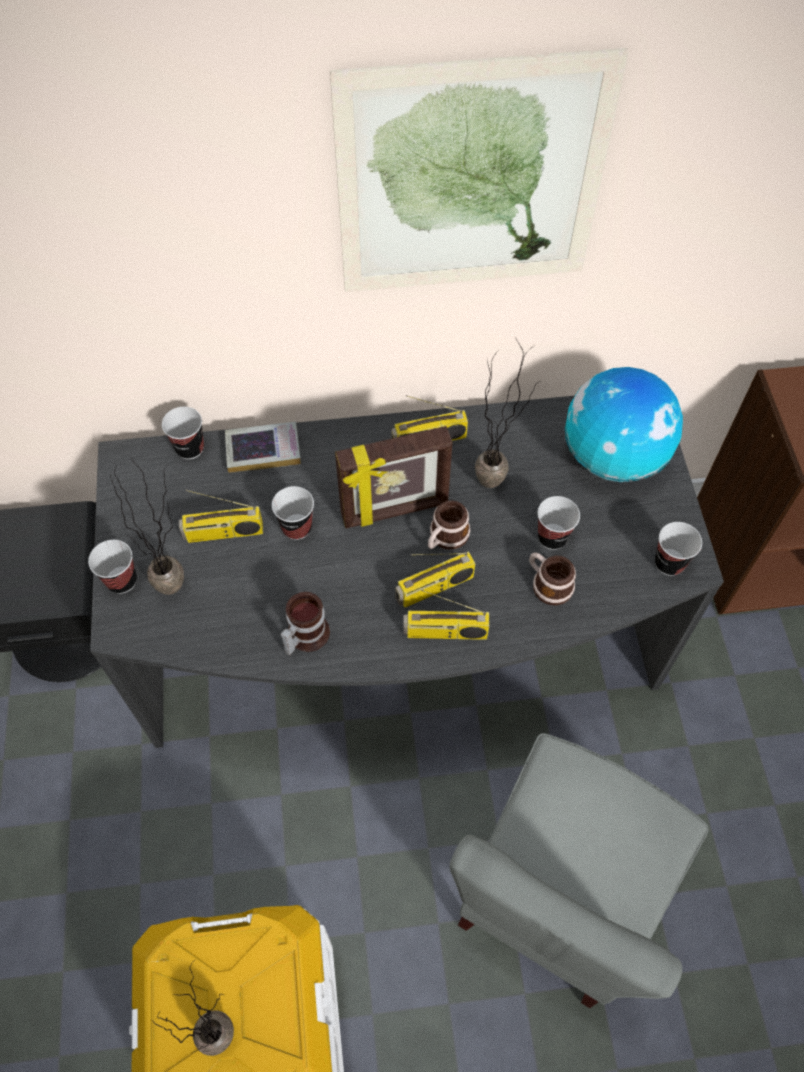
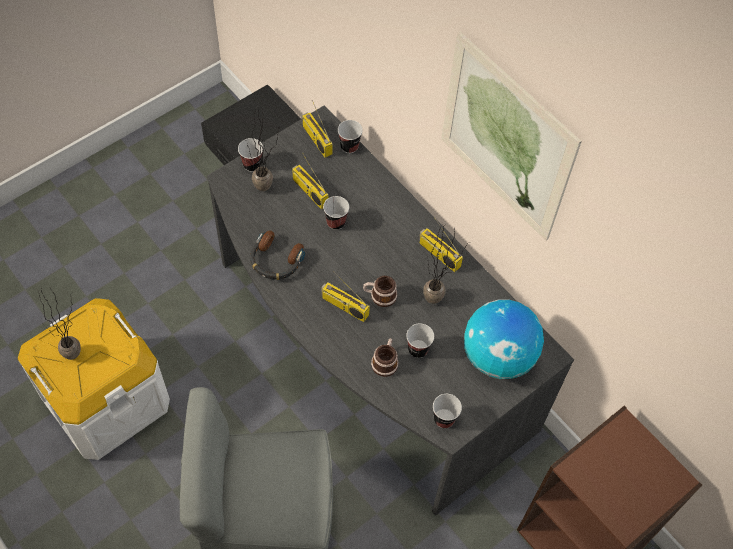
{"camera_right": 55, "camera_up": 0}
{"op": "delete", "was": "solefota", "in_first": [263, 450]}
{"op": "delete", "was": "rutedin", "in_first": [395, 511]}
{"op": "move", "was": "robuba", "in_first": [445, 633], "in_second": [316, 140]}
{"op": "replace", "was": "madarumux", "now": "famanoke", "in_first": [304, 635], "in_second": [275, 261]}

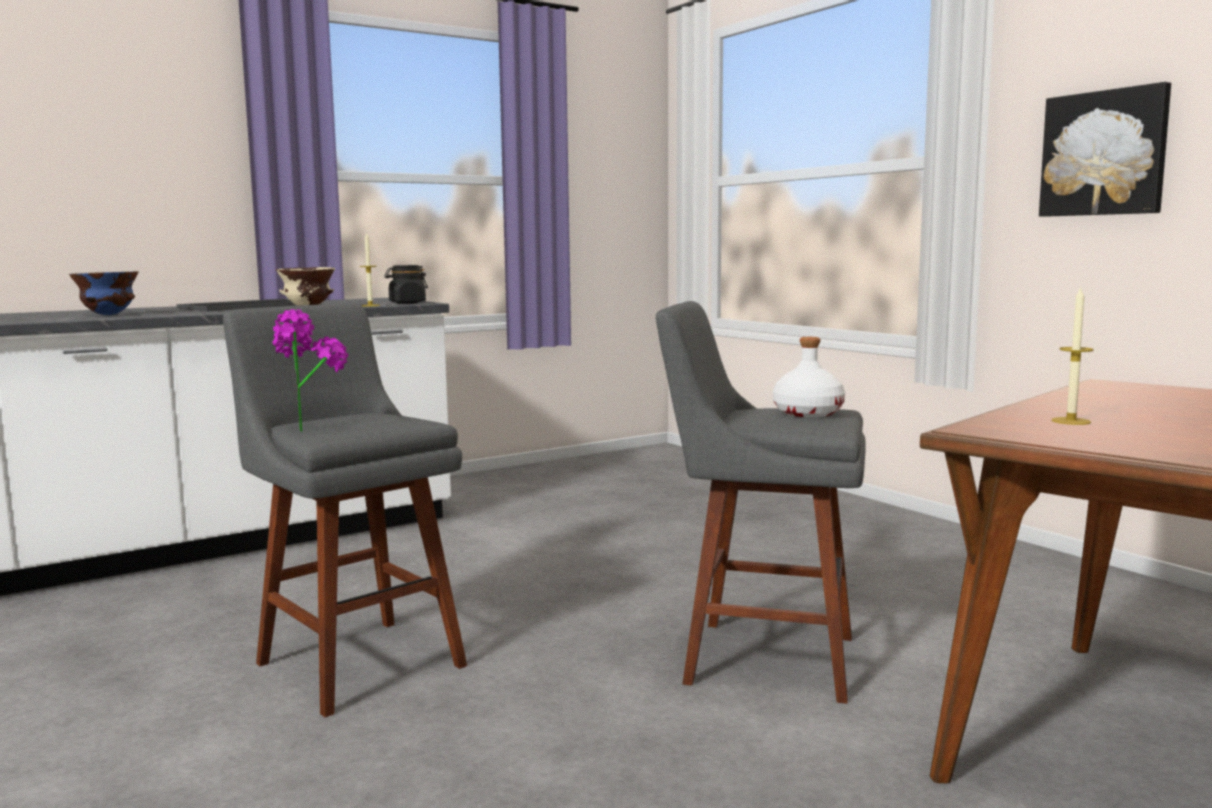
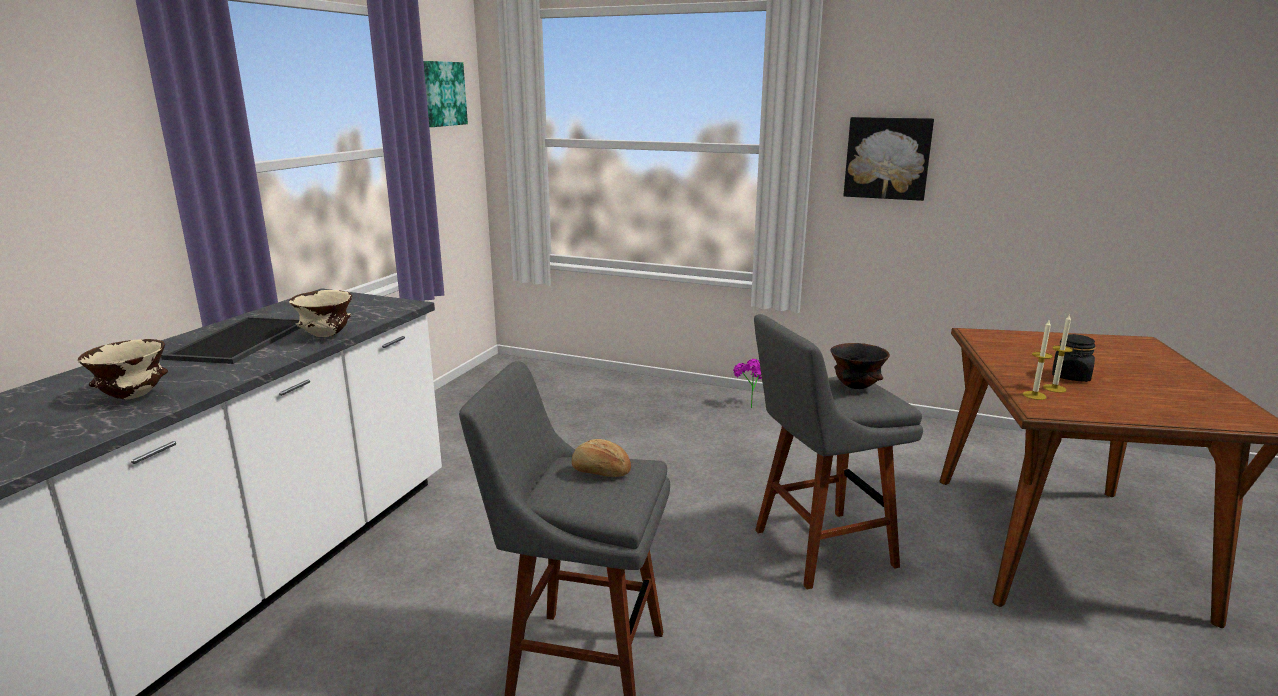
{"camera_right": -35, "camera_up": 10}
{"op": "insert", "now": "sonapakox", "in_second": [442, 94]}
{"op": "insert", "now": "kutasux", "in_second": [600, 472]}
{"op": "move", "was": "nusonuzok", "in_first": [309, 428], "in_second": [748, 405]}
{"op": "move", "was": "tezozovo", "in_first": [370, 305], "in_second": [1034, 395]}
{"op": "move", "was": "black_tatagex", "in_first": [407, 303], "in_second": [1070, 376]}
{"op": "replace", "was": "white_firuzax", "now": "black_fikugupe", "in_first": [807, 413], "in_second": [855, 387]}
{"op": "recolor", "was": "blue_fikugupe", "now": "beige_fikugupe", "in_first": [107, 315], "in_second": [132, 397]}

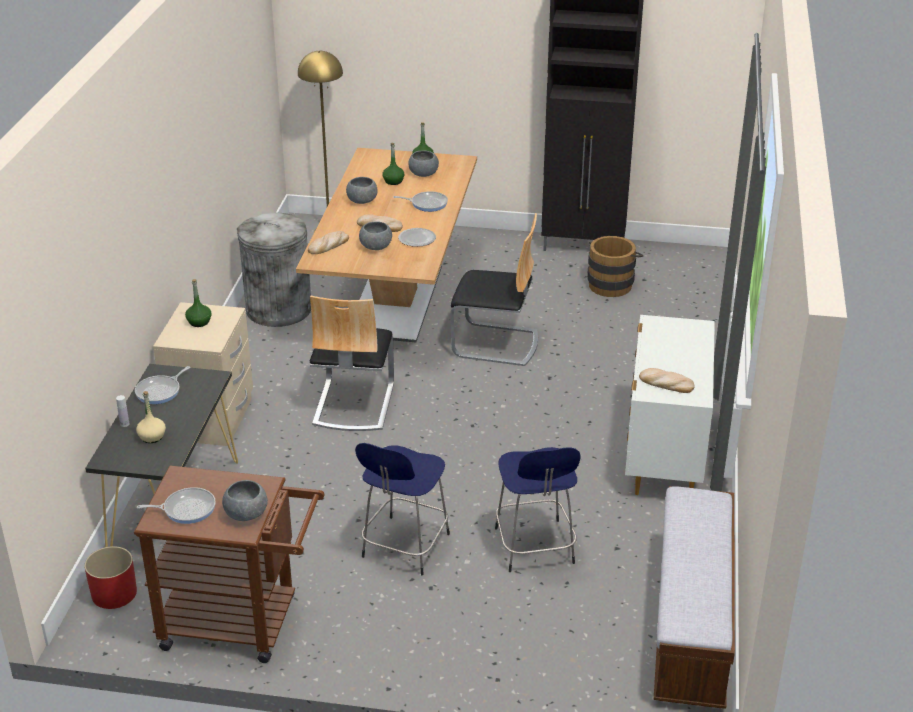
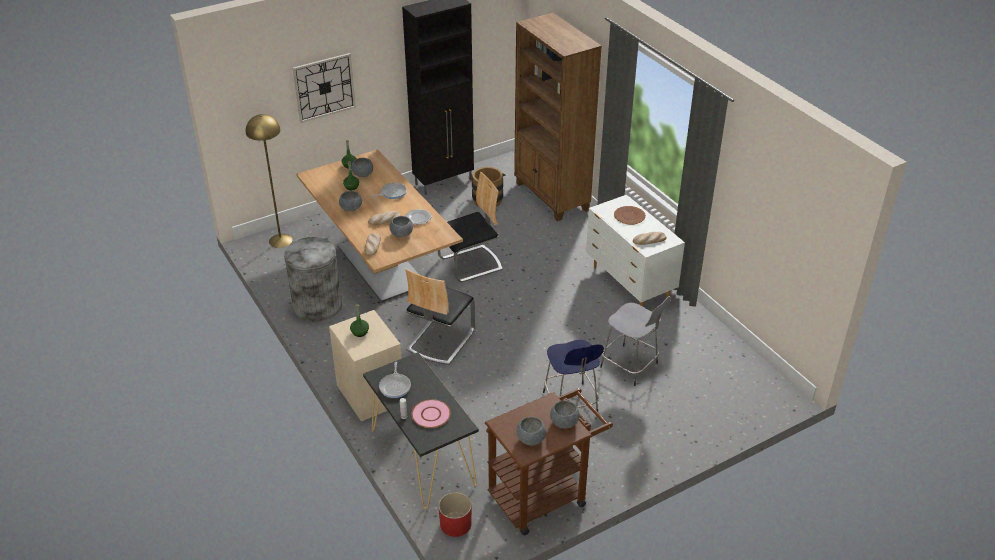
{"camera_right": -40, "camera_up": 5}
{"op": "delete", "was": "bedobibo", "in_first": [691, 625]}
{"op": "insert", "now": "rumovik", "in_second": [324, 87]}
{"op": "insert", "now": "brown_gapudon", "in_second": [551, 197]}
{"op": "insert", "now": "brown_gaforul", "in_second": [629, 216]}
{"op": "replace", "was": "beige_firuzax", "now": "pink_gaforul", "in_first": [152, 437], "in_second": [431, 414]}
{"op": "replace", "was": "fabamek", "now": "grey_fikugupe", "in_first": [186, 509], "in_second": [531, 438]}
{"op": "recolor", "was": "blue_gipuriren", "now": "grey_gipuriren", "in_first": [535, 548], "in_second": [630, 366]}
{"op": "rotate", "was": "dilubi", "in_first": [353, 404], "in_second": [440, 340], "clockwise": 60}

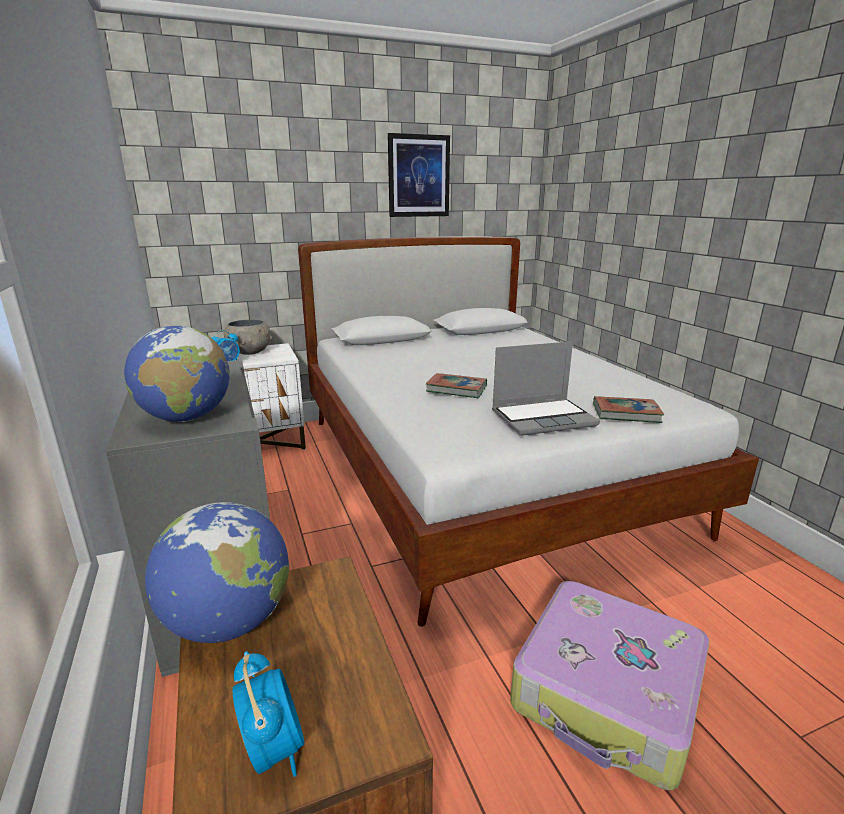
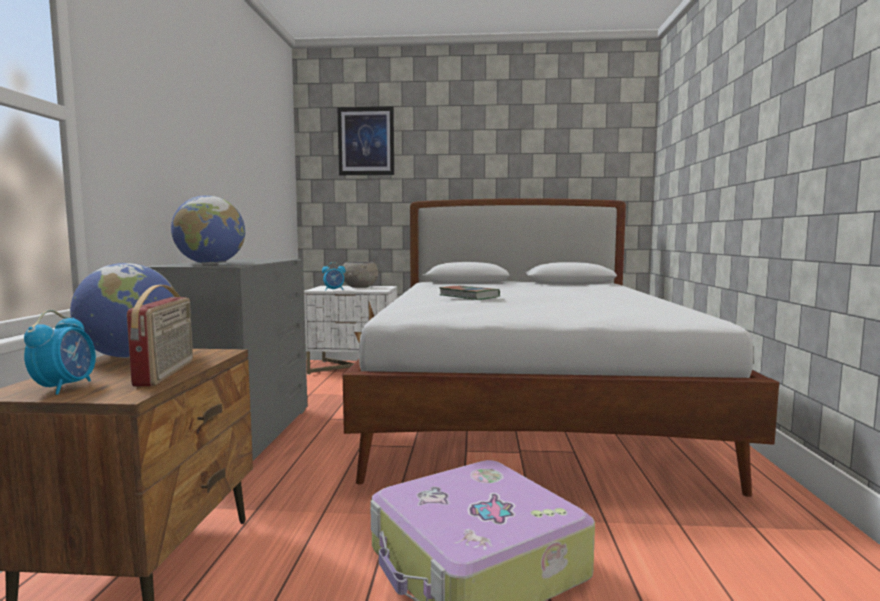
{"camera_right": 25, "camera_up": -15}
{"op": "delete", "was": "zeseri", "in_first": [544, 418]}
{"op": "delete", "was": "solefota", "in_first": [626, 413]}
{"op": "insert", "now": "robuba", "in_second": [166, 373]}
{"op": "move", "was": "sonapakox", "in_first": [418, 176], "in_second": [366, 141]}

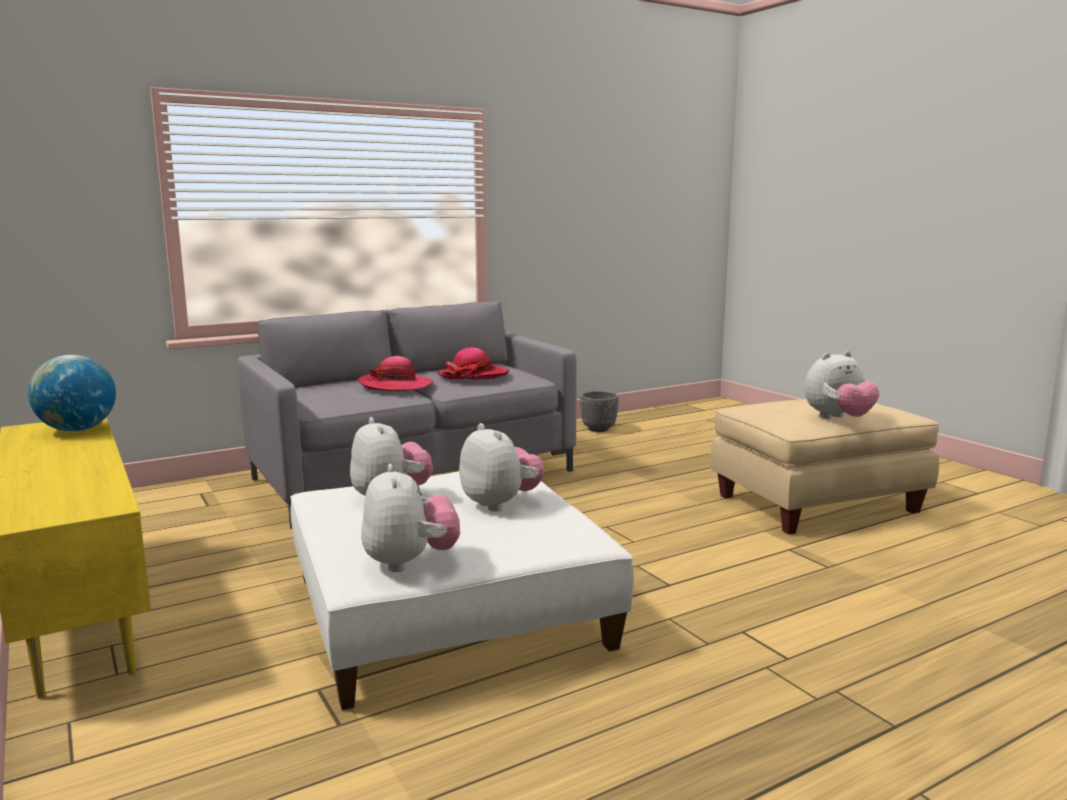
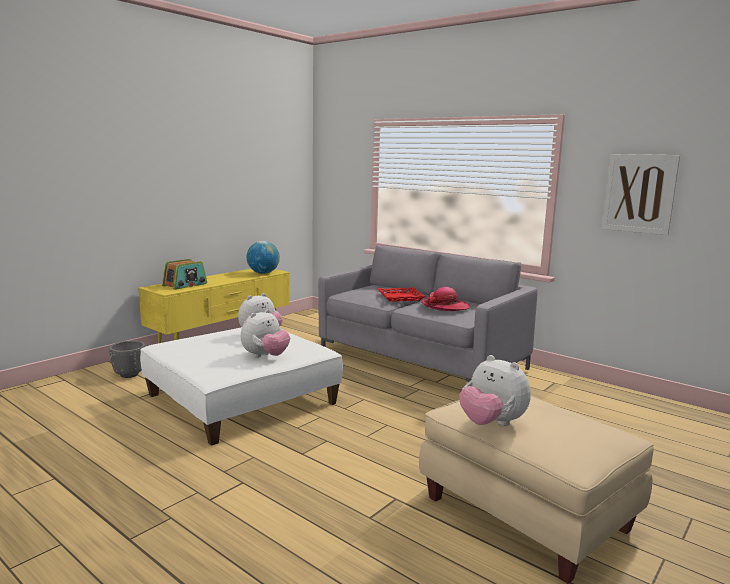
{"camera_right": 70, "camera_up": 0}
{"op": "delete", "was": "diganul", "in_first": [410, 562]}
{"op": "insert", "now": "robuba", "in_second": [185, 285]}
{"op": "insert", "now": "sonapakox", "in_second": [639, 193]}
{"op": "move", "was": "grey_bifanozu", "in_first": [598, 429], "in_second": [129, 374]}
{"op": "replace", "was": "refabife", "now": "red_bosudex", "in_first": [395, 385], "in_second": [400, 297]}

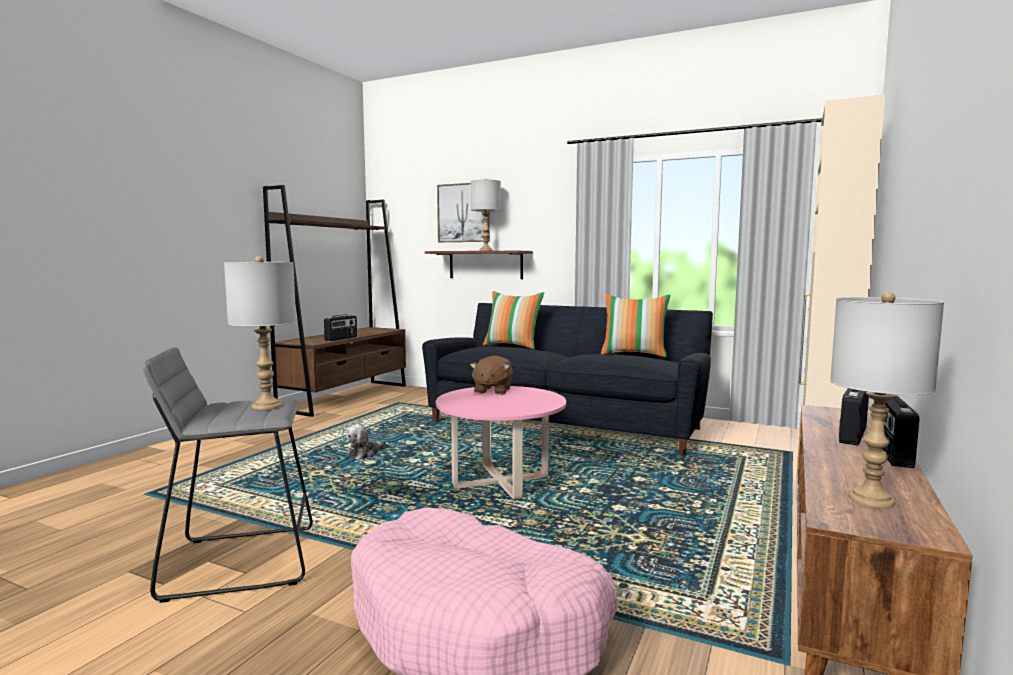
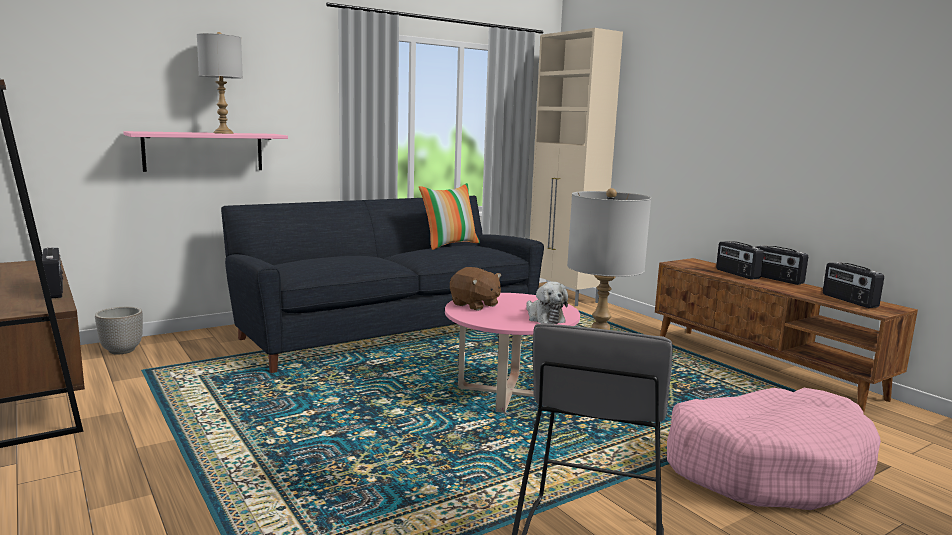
{"camera_right": -60, "camera_up": 5}
{"op": "delete", "was": "sonapakox", "in_first": [464, 213]}
{"op": "delete", "was": "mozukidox", "in_first": [513, 346]}
{"op": "insert", "now": "bifanozu", "in_second": [122, 351]}
{"op": "move", "was": "diganul", "in_first": [365, 454], "in_second": [544, 318]}
{"op": "replace", "was": "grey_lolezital", "now": "robuba", "in_first": [871, 499], "in_second": [849, 301]}
{"op": "recolor", "was": "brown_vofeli", "now": "pink_vofeli", "in_first": [485, 264], "in_second": [204, 151]}

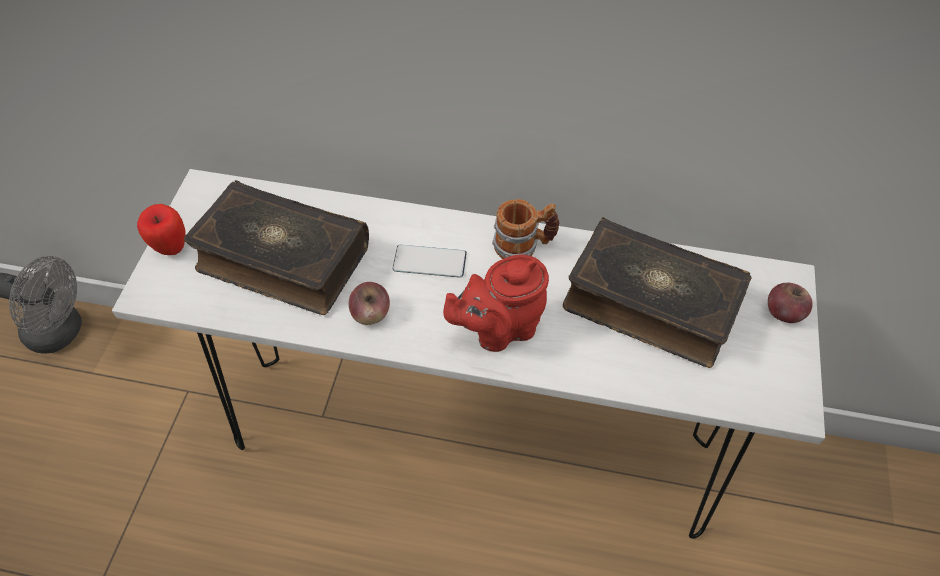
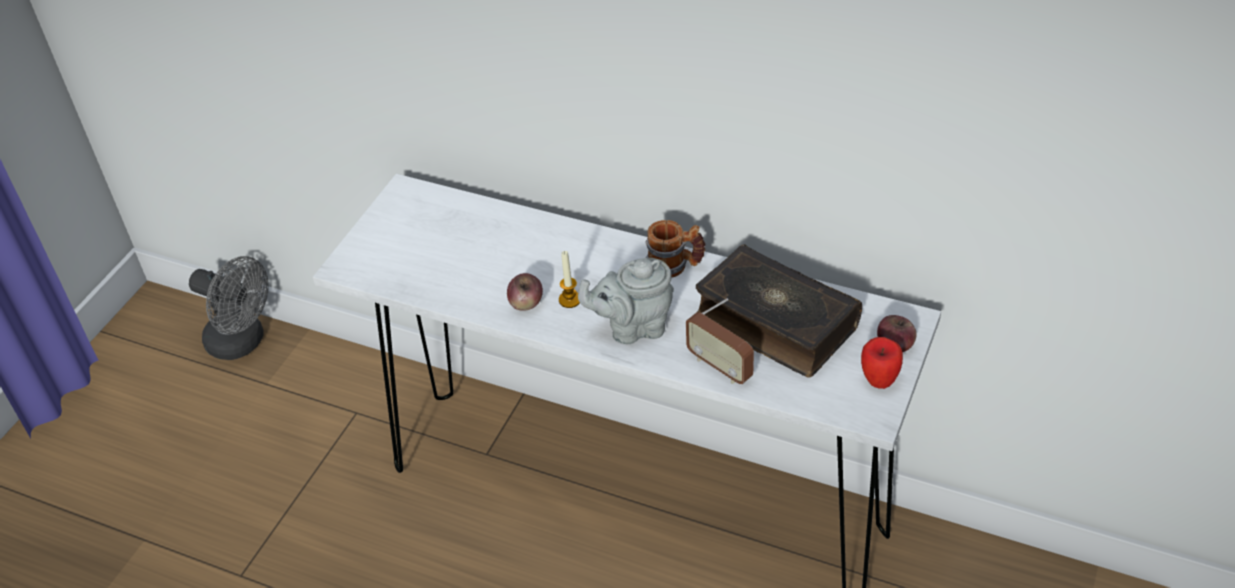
{"camera_right": 15, "camera_up": -10}
{"op": "delete", "was": "solefota", "in_first": [282, 259]}
{"op": "delete", "was": "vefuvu", "in_first": [430, 261]}
{"op": "insert", "now": "tezozovo", "in_second": [570, 300]}
{"op": "insert", "now": "robuba", "in_second": [720, 367]}
{"op": "move", "was": "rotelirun", "in_first": [171, 247], "in_second": [878, 381]}
{"op": "recolor", "was": "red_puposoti", "now": "grey_puposoti", "in_first": [499, 329], "in_second": [633, 327]}

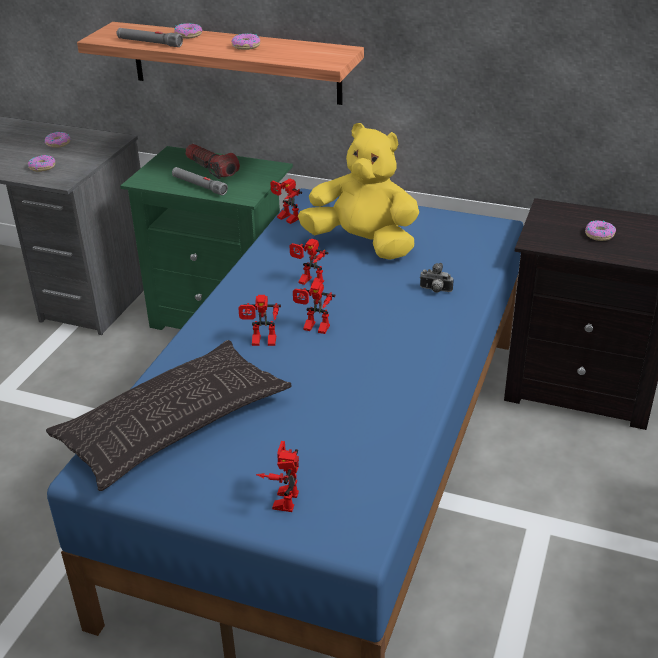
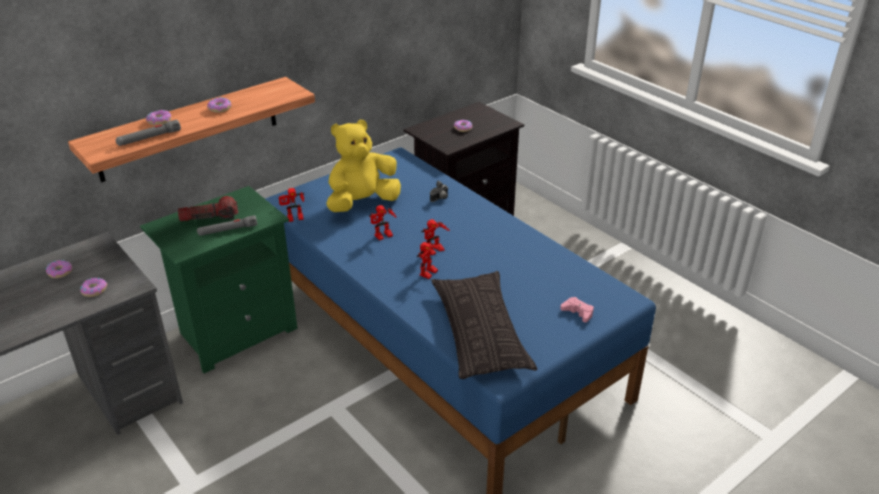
{"camera_right": -60, "camera_up": 0}
{"op": "replace", "was": "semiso", "now": "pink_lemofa", "in_first": [282, 498], "in_second": [578, 312]}

